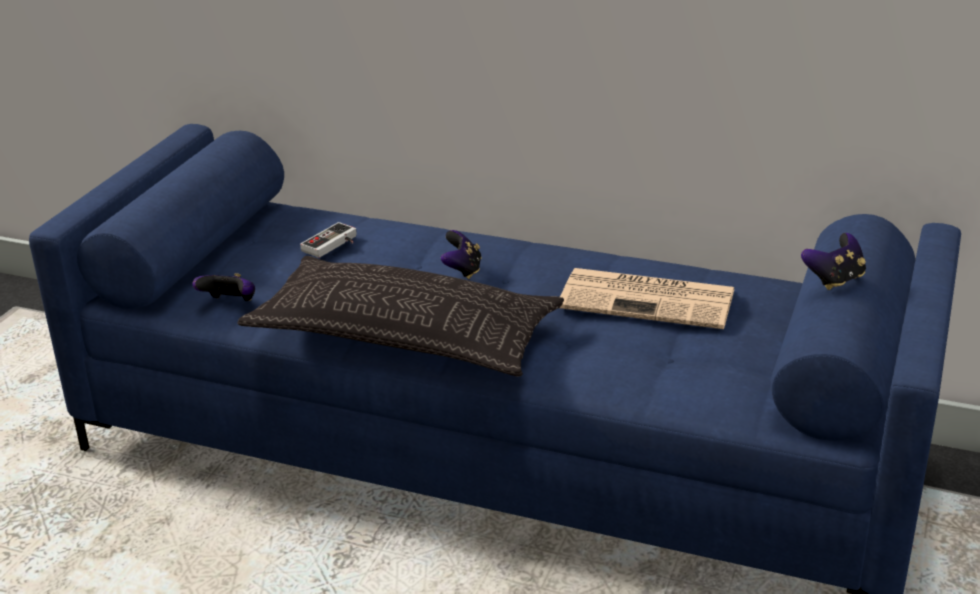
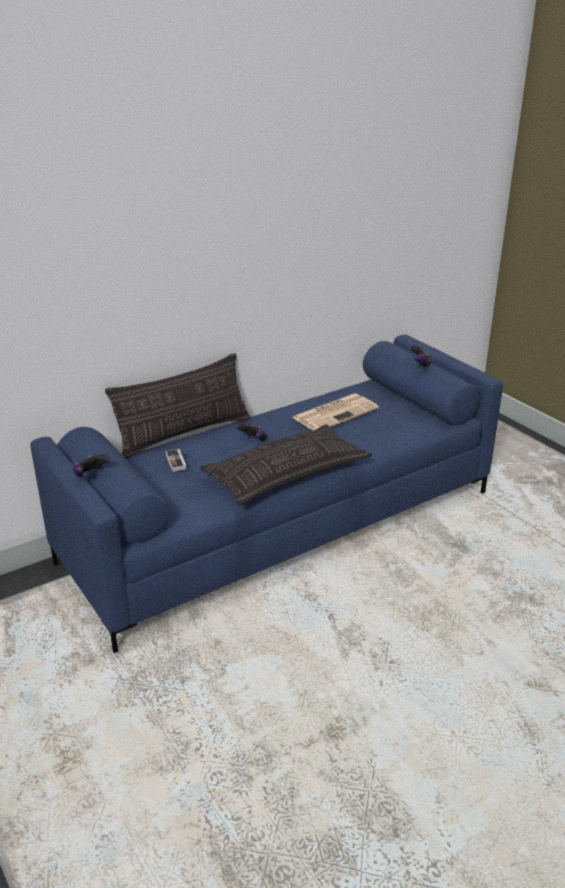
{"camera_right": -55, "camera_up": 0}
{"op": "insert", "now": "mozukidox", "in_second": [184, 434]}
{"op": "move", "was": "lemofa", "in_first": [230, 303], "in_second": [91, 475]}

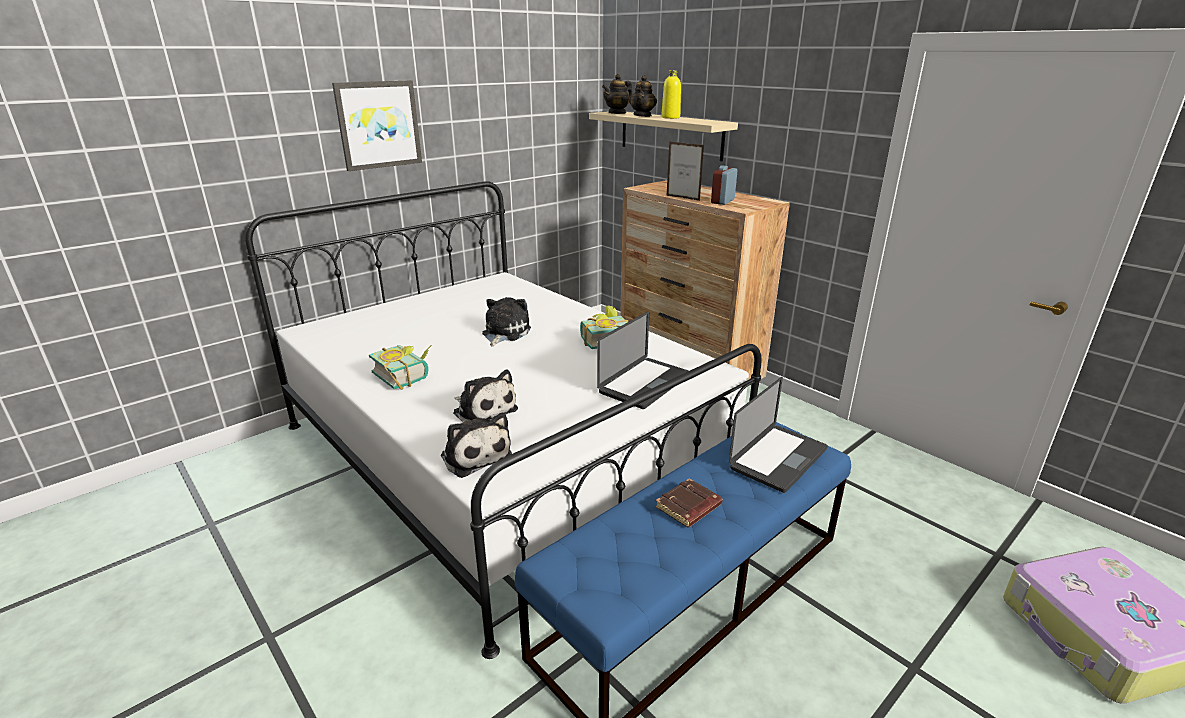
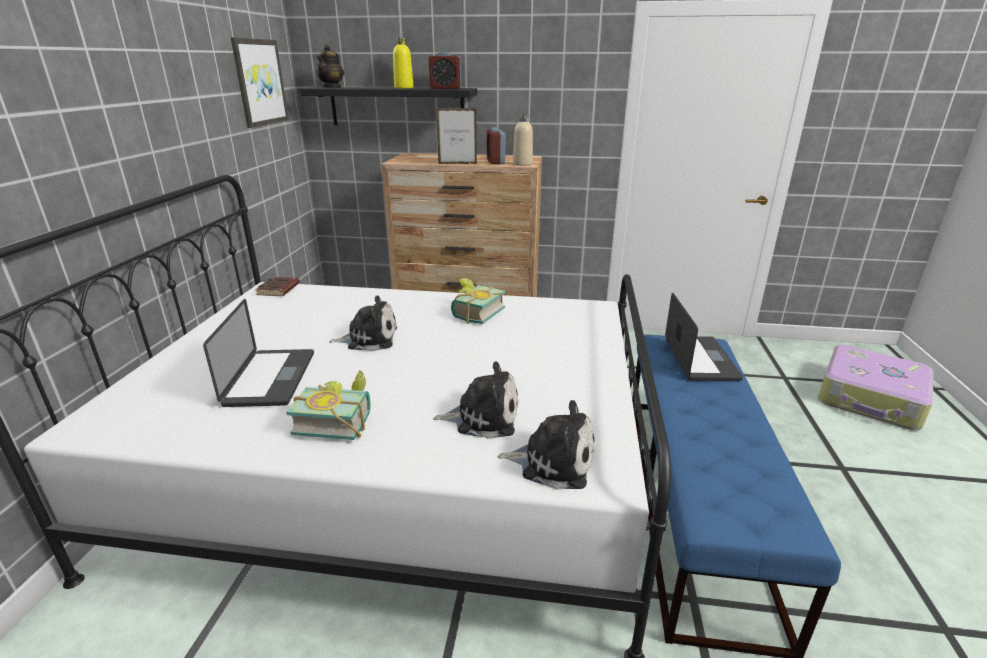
{"camera_right": -40, "camera_up": 0}
{"op": "delete", "was": "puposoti", "in_first": [643, 116]}
{"op": "insert", "now": "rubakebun", "in_second": [445, 88]}
{"op": "insert", "now": "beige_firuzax", "in_second": [522, 164]}
{"op": "move", "was": "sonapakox", "in_first": [378, 125], "in_second": [259, 82]}
{"op": "move", "was": "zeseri", "in_first": [644, 384], "in_second": [270, 378]}
{"op": "move", "was": "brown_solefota", "in_first": [688, 507], "in_second": [279, 290]}
{"op": "recolor", "was": "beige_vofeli", "now": "black_vofeli", "in_first": [670, 135], "in_second": [397, 107]}
{"op": "rotate", "was": "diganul", "in_first": [504, 333], "in_second": [369, 338], "clockwise": 105}

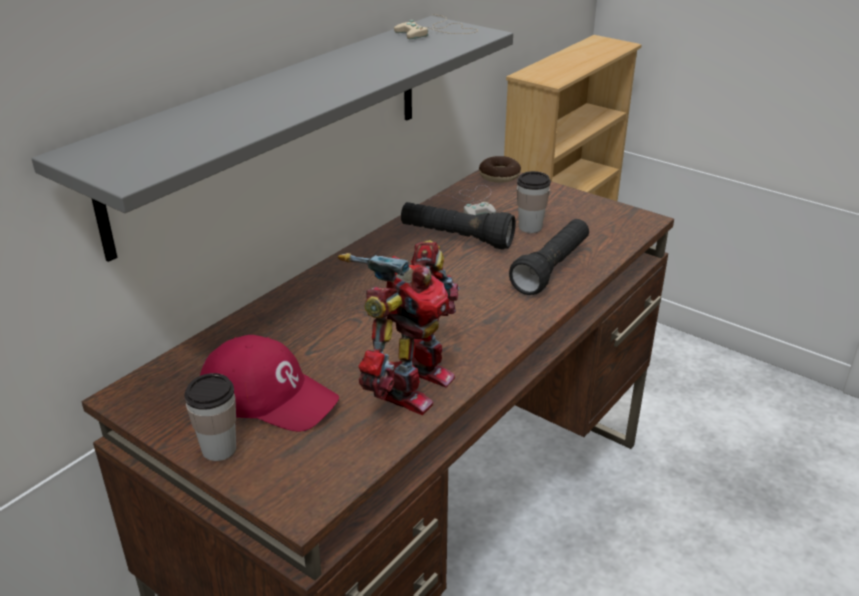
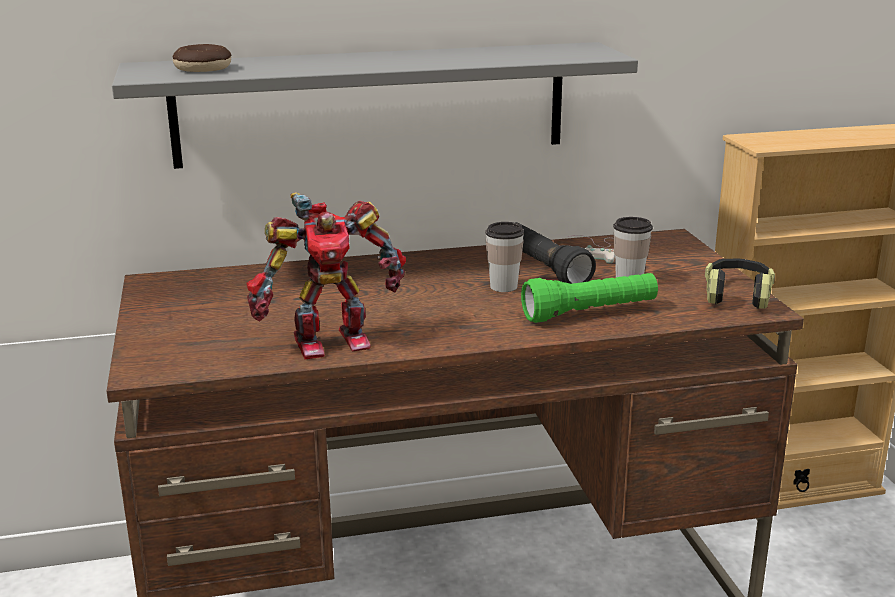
{"camera_right": 40, "camera_up": -10}
{"op": "delete", "was": "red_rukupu", "in_first": [268, 395]}
{"op": "delete", "was": "beige_lemofa", "in_first": [438, 32]}
{"op": "insert", "now": "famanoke", "in_second": [737, 296]}
{"op": "move", "was": "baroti", "in_first": [219, 449], "in_second": [503, 287]}
{"op": "move", "was": "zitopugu", "in_first": [499, 176], "in_second": [203, 68]}
{"op": "recolor", "was": "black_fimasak", "now": "green_fimasak", "in_first": [551, 269], "in_second": [590, 313]}

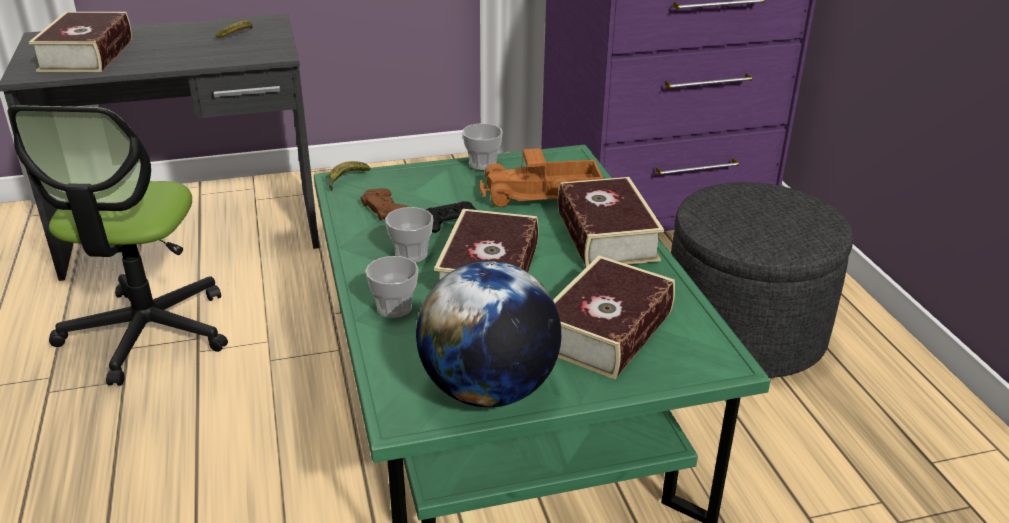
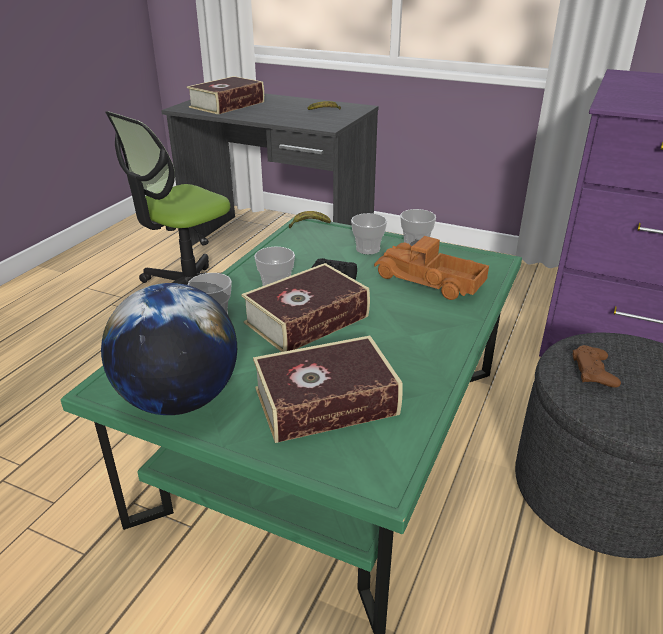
{"camera_right": 40, "camera_up": 0}
{"op": "delete", "was": "solefota", "in_first": [606, 235]}
{"op": "insert", "now": "baroti", "in_second": [368, 249]}
{"op": "move", "was": "brown_lemofa", "in_first": [385, 209], "in_second": [594, 371]}

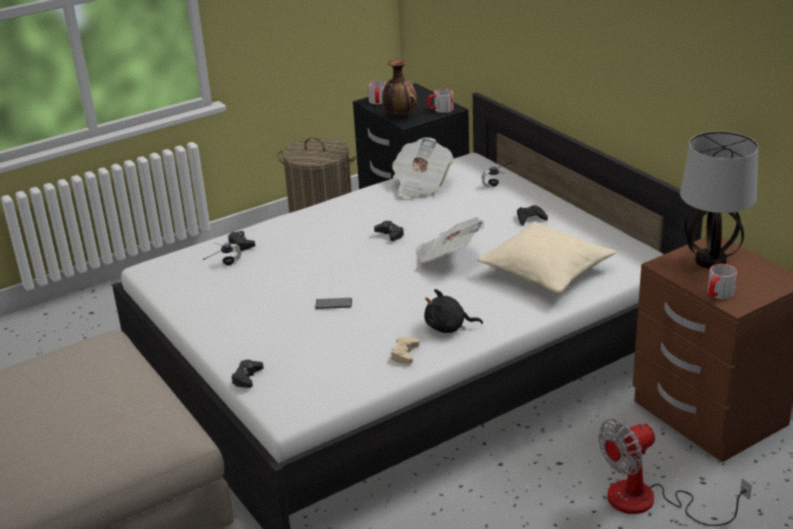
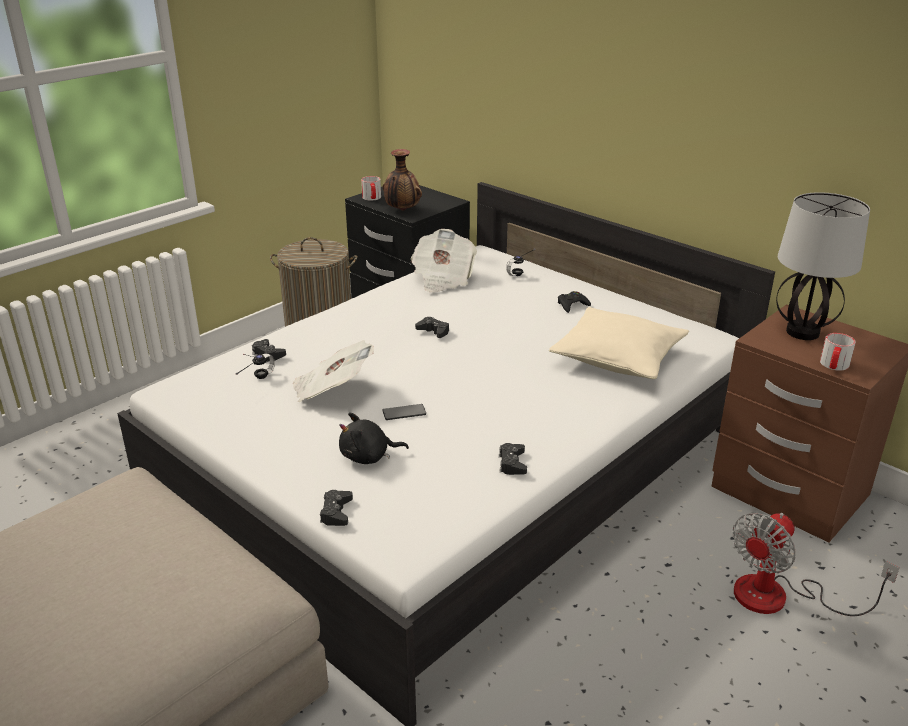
{"camera_right": -15, "camera_up": 0}
{"op": "delete", "was": "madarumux", "in_first": [440, 109]}
{"op": "move", "was": "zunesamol", "in_first": [447, 257], "in_second": [332, 390]}
{"op": "move", "was": "black_diganul", "in_first": [448, 327], "in_second": [368, 456]}
{"op": "recolor", "was": "beige_lemofa", "now": "black_lemofa", "in_first": [405, 354], "in_second": [512, 463]}

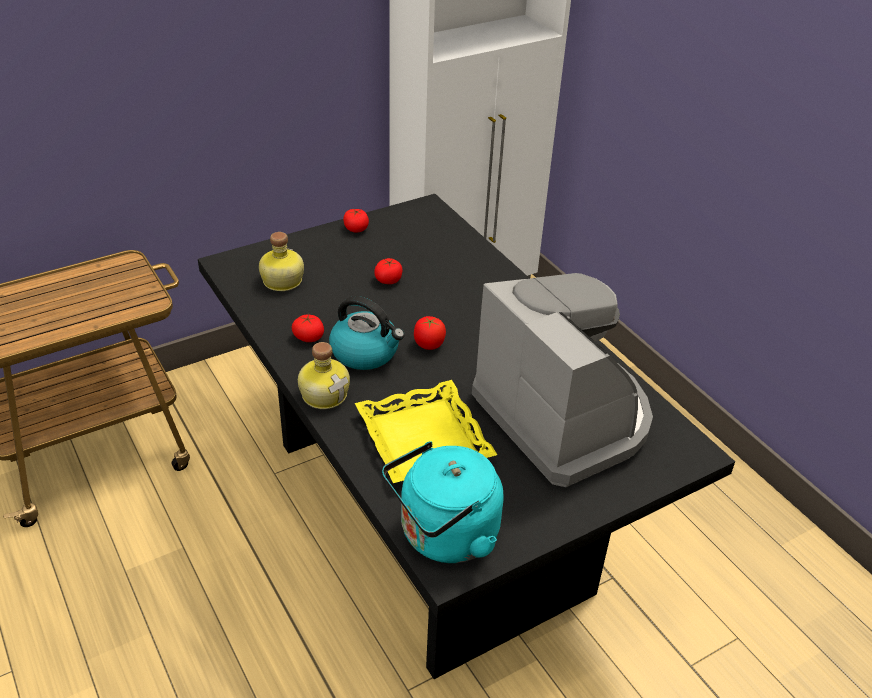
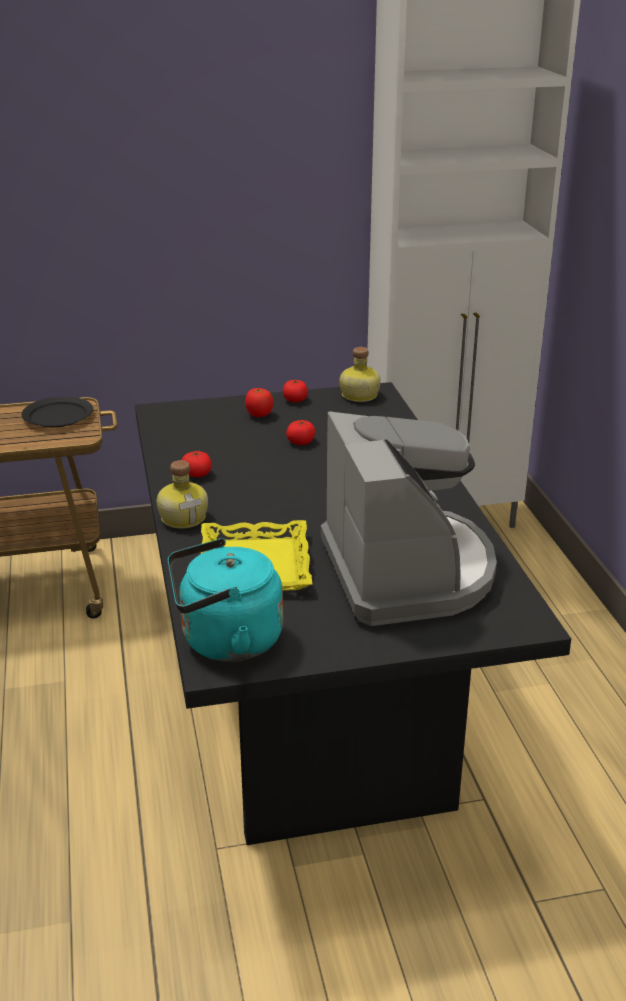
{"camera_right": 20, "camera_up": -10}
{"op": "delete", "was": "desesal", "in_first": [366, 352]}
{"op": "insert", "now": "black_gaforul", "in_second": [57, 415]}
{"op": "move", "was": "firuzax", "in_first": [281, 281], "in_second": [358, 395]}
{"op": "move", "was": "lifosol", "in_first": [429, 345], "in_second": [259, 415]}

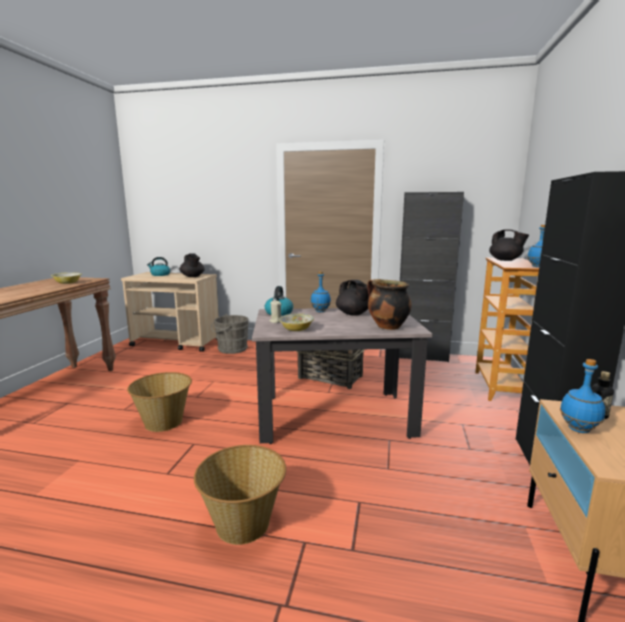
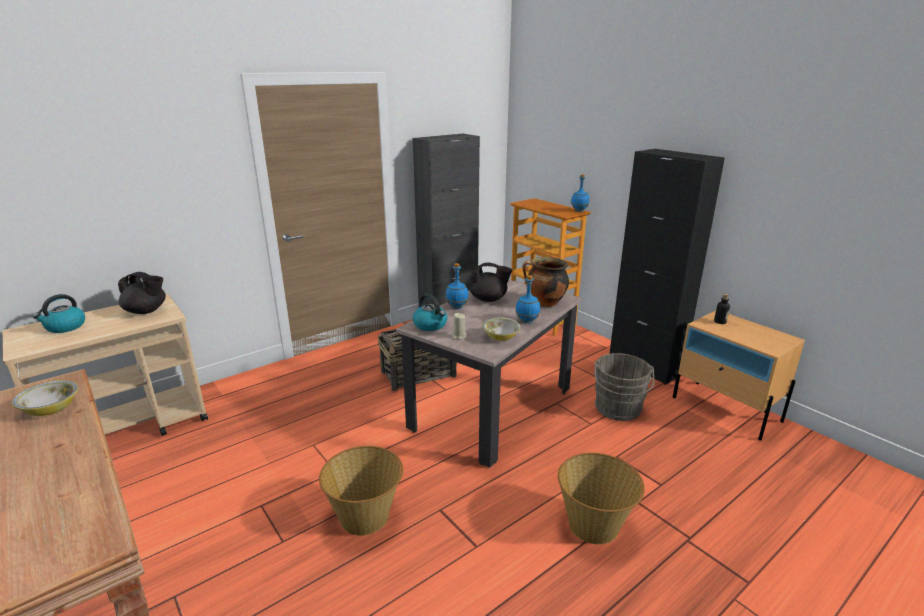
{"camera_right": -50, "camera_up": 10}
{"op": "delete", "was": "black_puposoti", "in_first": [505, 260]}
{"op": "move", "was": "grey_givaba", "in_first": [230, 349], "in_second": [618, 410]}
{"op": "move", "was": "blue_firuzax", "in_first": [579, 429], "in_second": [527, 321]}

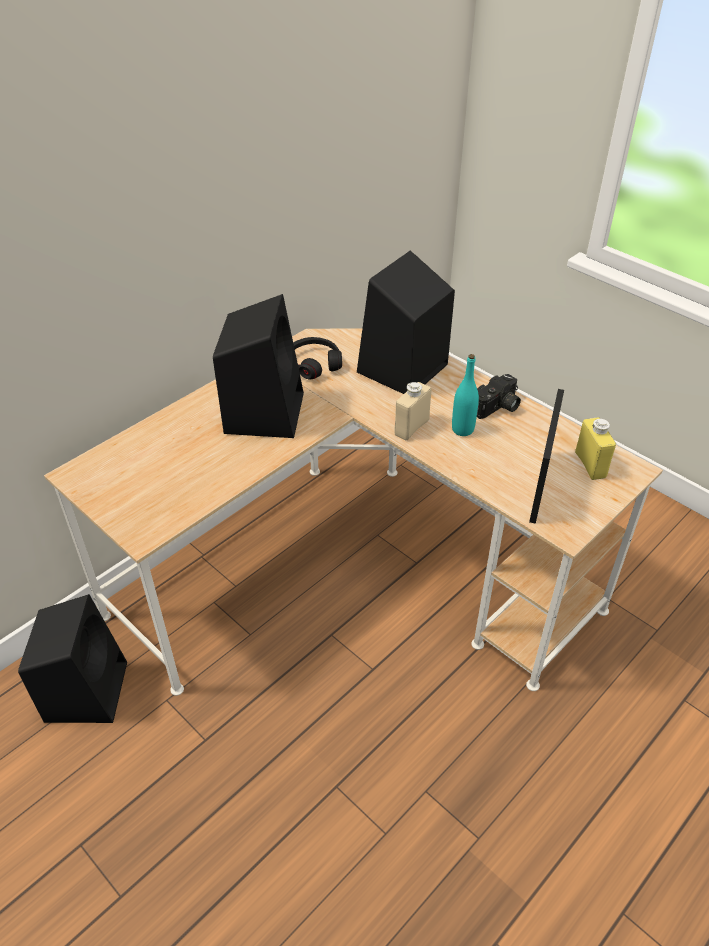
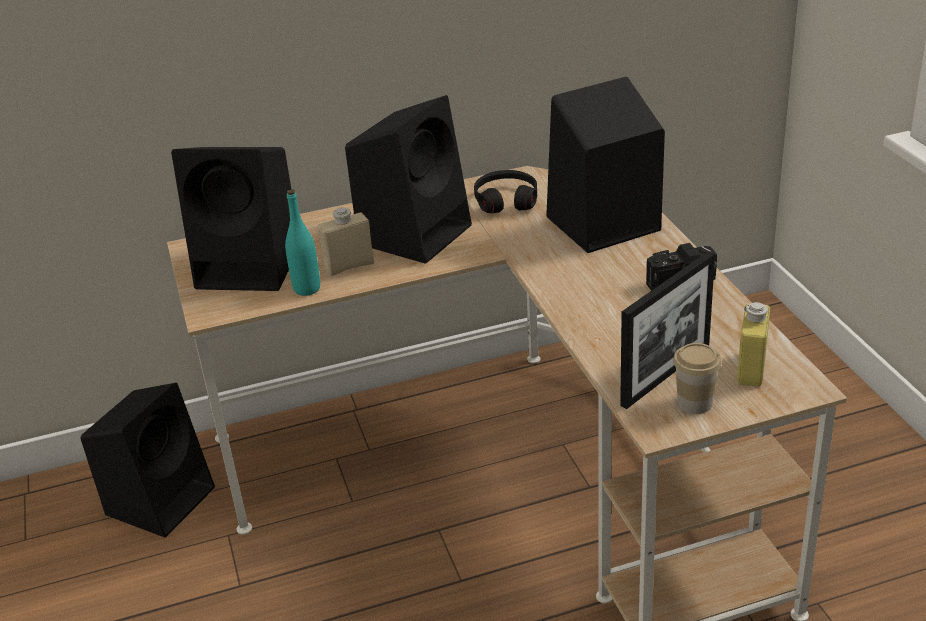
{"camera_right": 30, "camera_up": -10}
{"op": "insert", "now": "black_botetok", "in_second": [252, 266]}
{"op": "insert", "now": "baroti", "in_second": [694, 403]}
{"op": "move", "was": "beige_firuzax", "in_first": [411, 427], "in_second": [349, 266]}
{"op": "move", "was": "turquoise_firuzax", "in_first": [462, 429], "in_second": [307, 289]}

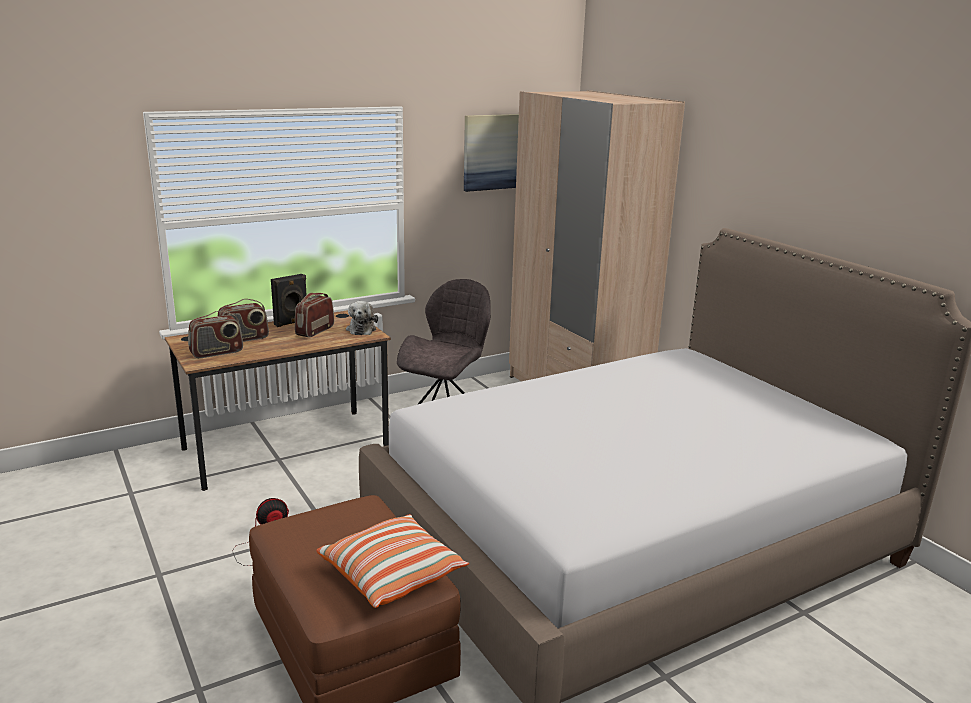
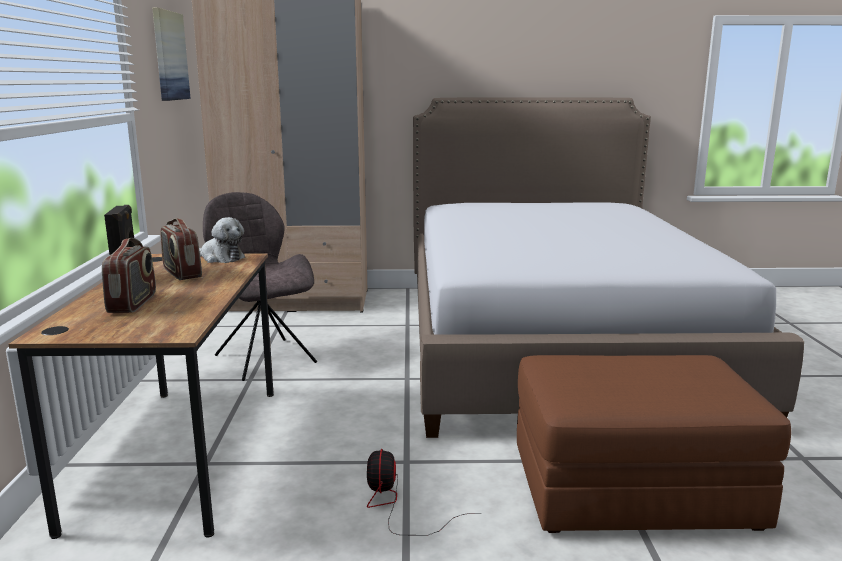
{"camera_right": -60, "camera_up": -5}
{"op": "delete", "was": "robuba", "in_first": [217, 353]}
{"op": "delete", "was": "mozukidox", "in_first": [392, 575]}

